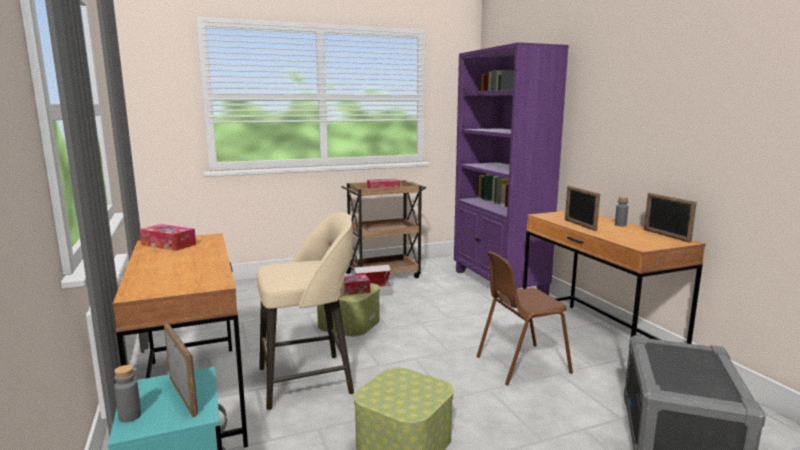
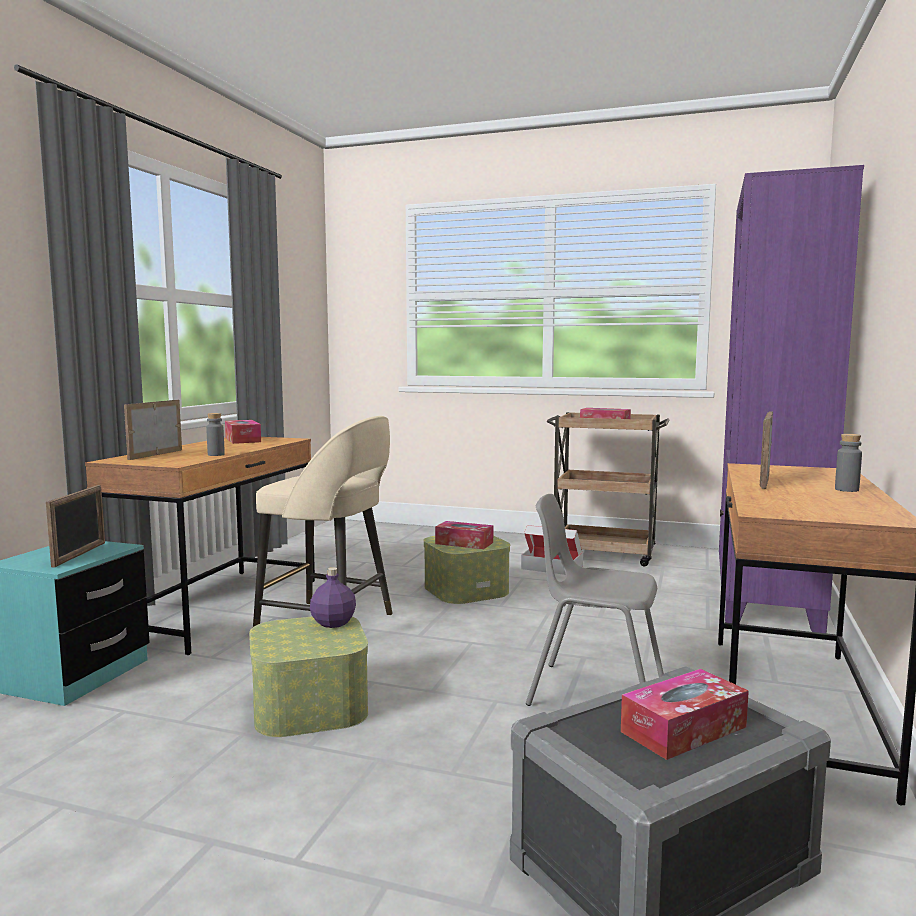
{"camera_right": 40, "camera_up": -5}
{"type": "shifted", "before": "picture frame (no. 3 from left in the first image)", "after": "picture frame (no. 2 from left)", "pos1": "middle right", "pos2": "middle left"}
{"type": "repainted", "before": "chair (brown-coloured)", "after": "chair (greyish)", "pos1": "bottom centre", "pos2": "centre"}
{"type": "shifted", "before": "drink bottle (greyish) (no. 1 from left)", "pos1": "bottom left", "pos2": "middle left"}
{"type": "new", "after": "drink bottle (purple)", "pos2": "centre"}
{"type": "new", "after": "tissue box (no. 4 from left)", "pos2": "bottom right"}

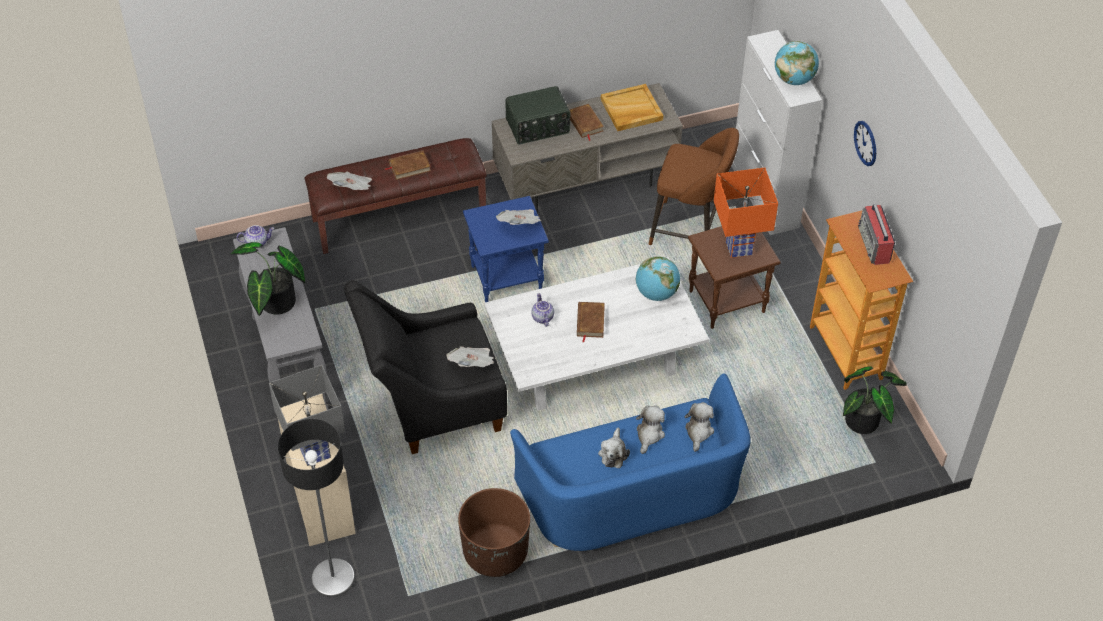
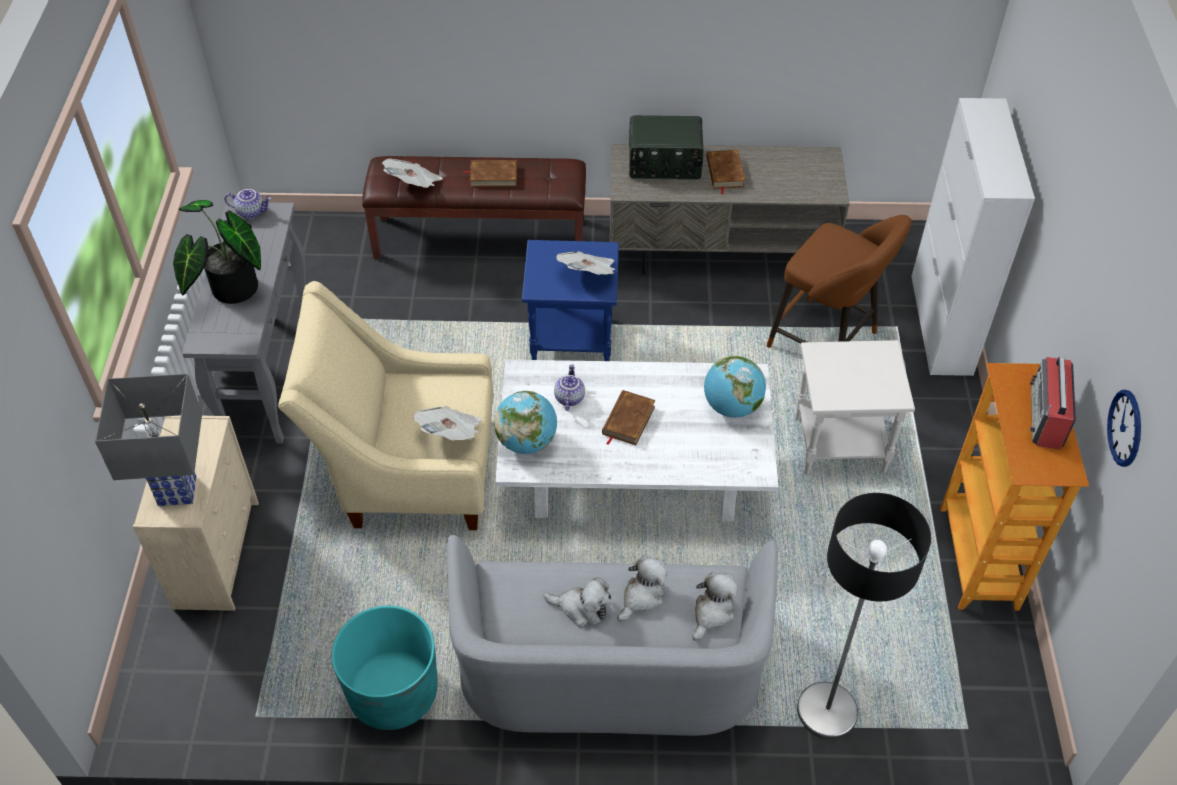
{"camera_right": 20, "camera_up": 0}
{"type": "shifted", "before": "globe (no. 2 from left in the first image)", "after": "globe (no. 1 from left)", "pos1": "top right", "pos2": "centre"}
{"type": "gone", "before": "tray (beige)", "pos1": "top centre"}
{"type": "shifted", "before": "hanging clock", "pos1": "top right", "pos2": "middle right"}
{"type": "gone", "before": "table lamp (orange)", "pos1": "middle right"}
{"type": "repainted", "before": "side table (brown-coloured)", "after": "side table (whitish)", "pos1": "centre", "pos2": "middle right"}
{"type": "repainted", "before": "easy chair (black)", "after": "easy chair (beige)", "pos1": "centre", "pos2": "middle left"}
{"type": "gone", "before": "houseplant (no. 2 from left)", "pos1": "middle right"}
{"type": "repainted", "before": "couch (bluish)", "after": "couch (greyish)", "pos1": "bottom centre", "pos2": "bottom centre"}
{"type": "shifted", "before": "standing lamp", "pos1": "bottom left", "pos2": "bottom right"}
{"type": "rotated", "before": "cuddly toy (no. 1 from left)", "pos1": "bottom centre", "pos2": "bottom centre", "turn": -105}
{"type": "repainted", "before": "flower pot (brown-coloured)", "after": "flower pot (blue-green)", "pos1": "bottom centre", "pos2": "bottom left"}

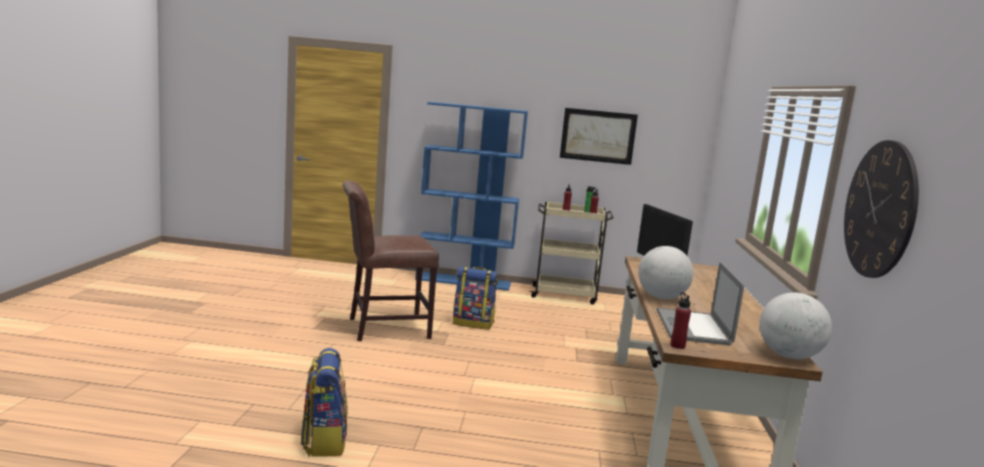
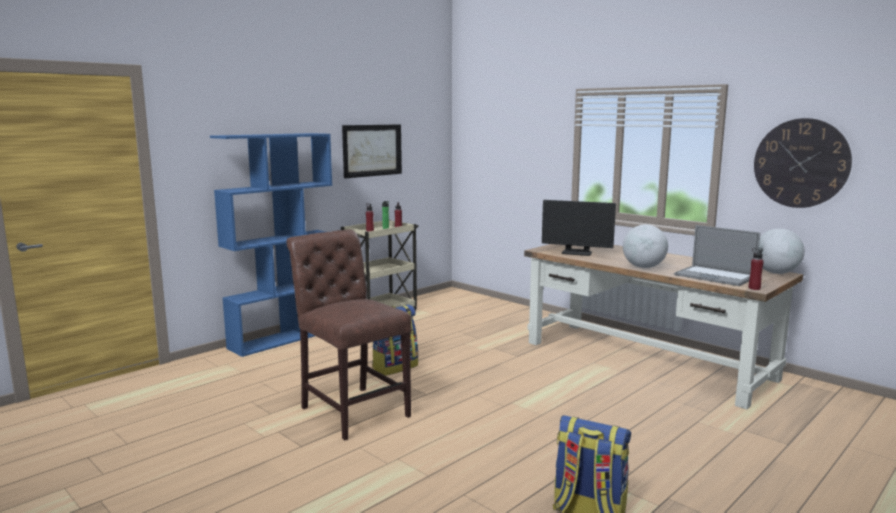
{"camera_right": -50, "camera_up": 0}
{"type": "rotated", "before": "chair (brown-coloured)", "pos1": "centre", "pos2": "centre", "turn": 120}

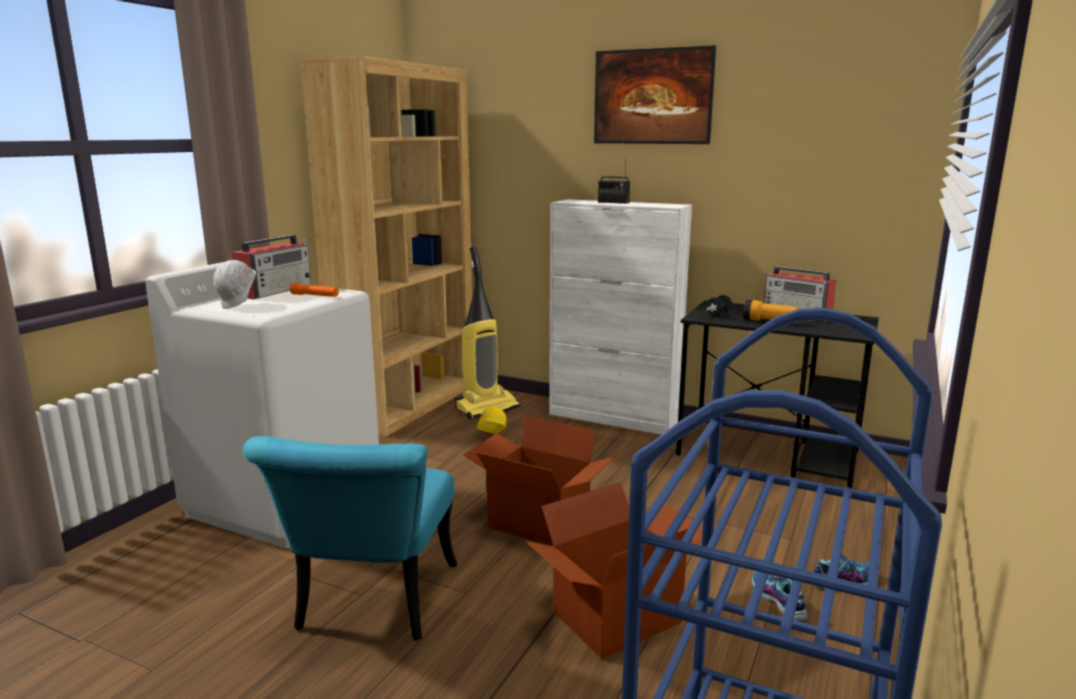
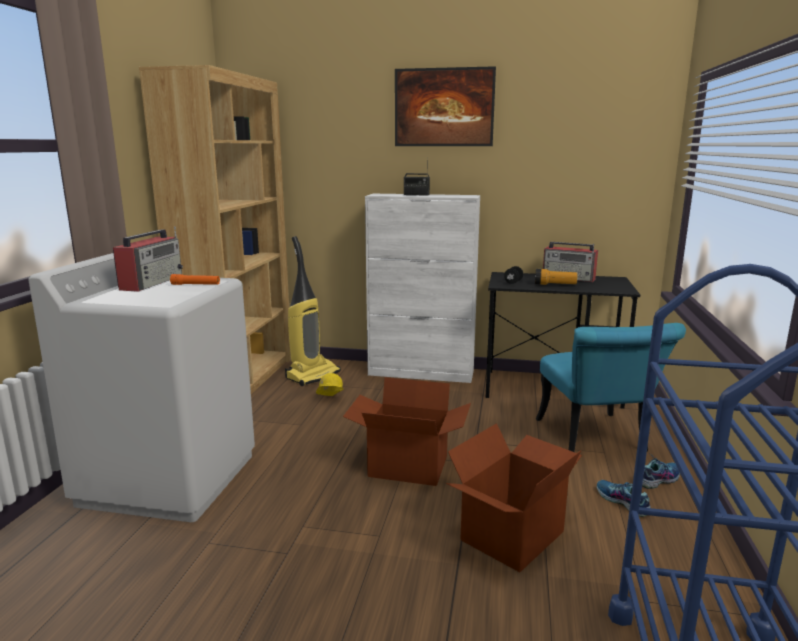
{"camera_right": -15, "camera_up": 0}
{"type": "gone", "before": "hard hat (whitish)", "pos1": "middle left"}
{"type": "shifted", "before": "chair (blue-green)", "pos1": "bottom left", "pos2": "middle right"}

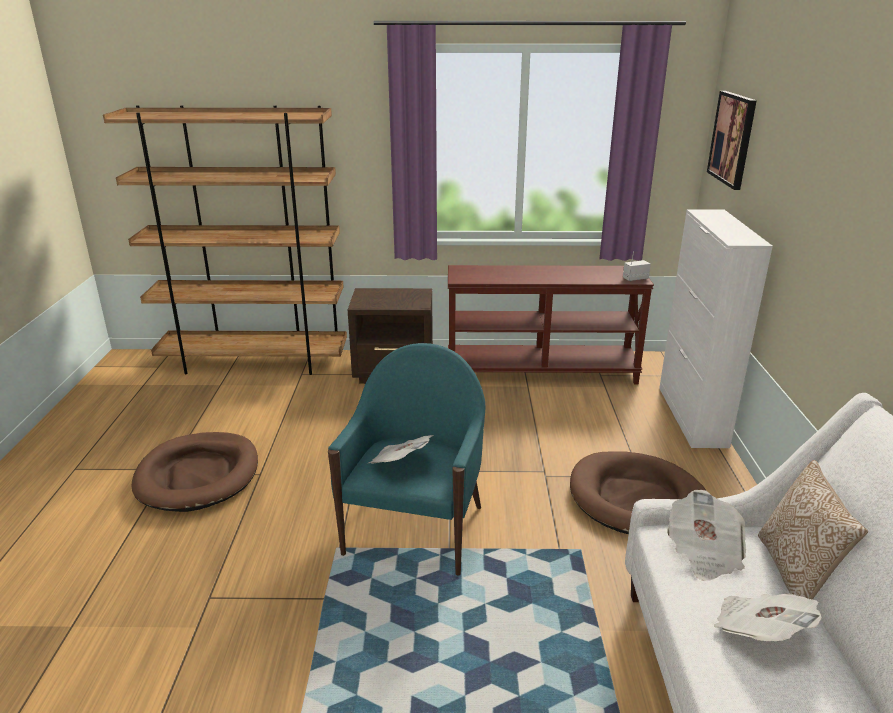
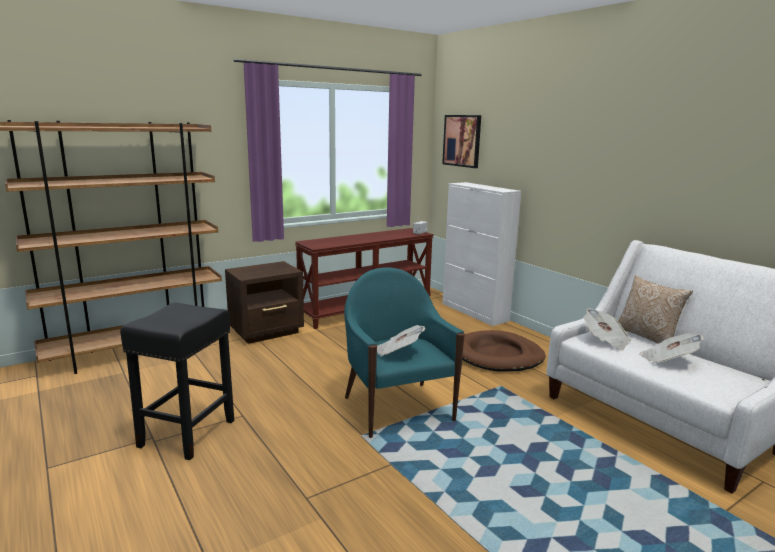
{"camera_right": -35, "camera_up": -10}
{"type": "swapped", "before": "pet bed (brown-coloured) (no. 1 from left)", "after": "stool seat (black)", "pos1": "middle left", "pos2": "bottom left"}

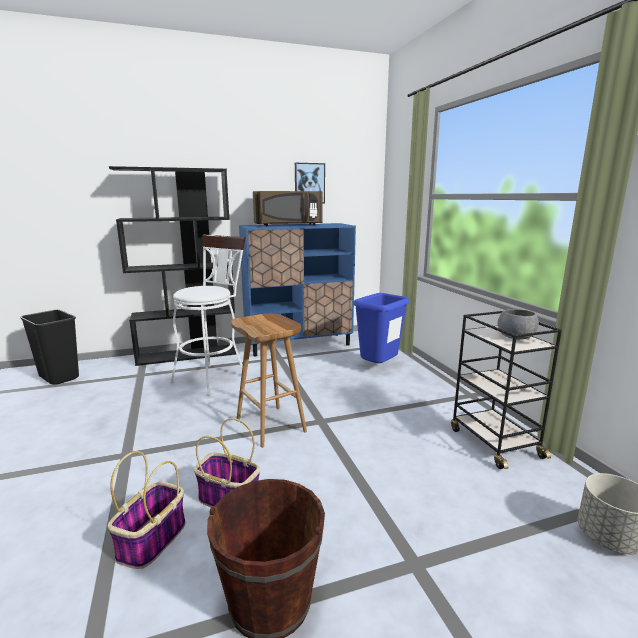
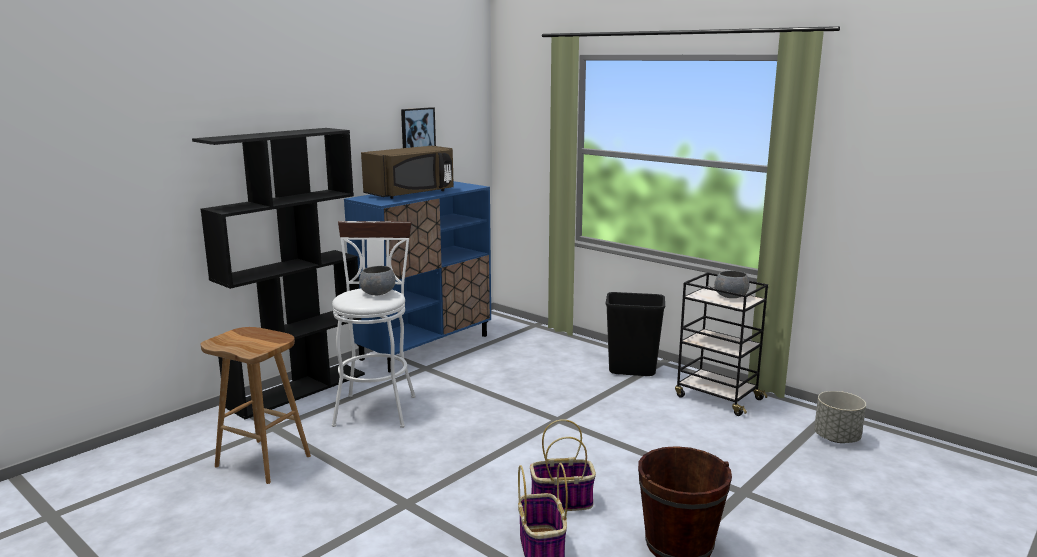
{"camera_right": -30, "camera_up": 0}
{"type": "gone", "before": "trash can (bluish)", "pos1": "centre"}
{"type": "shifted", "before": "trash can (black)", "pos1": "middle left", "pos2": "centre"}
{"type": "shifted", "before": "stool seat (brown-coloured)", "pos1": "centre", "pos2": "bottom left"}
{"type": "new", "after": "serving bowl (greyish) (no. 1 from left)", "pos2": "centre"}

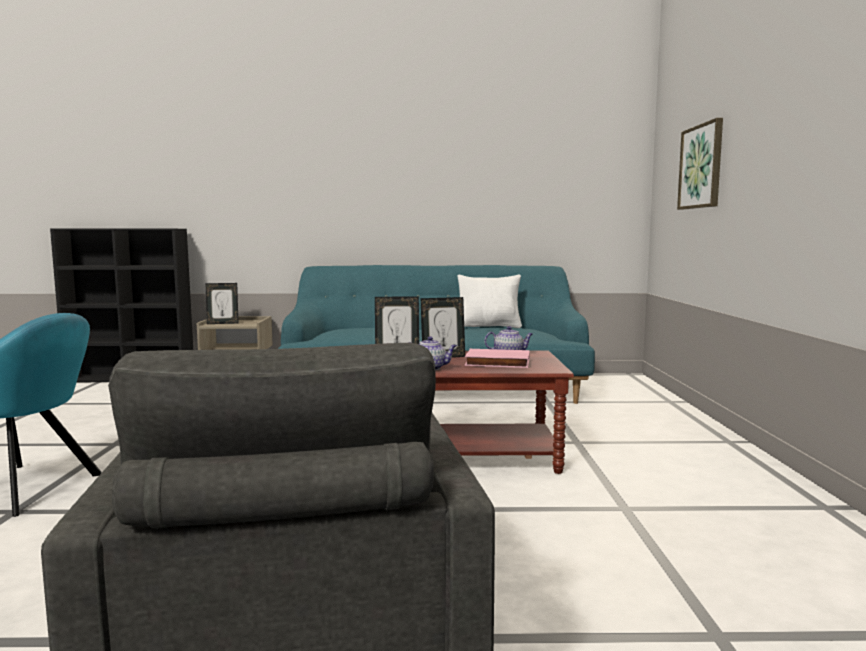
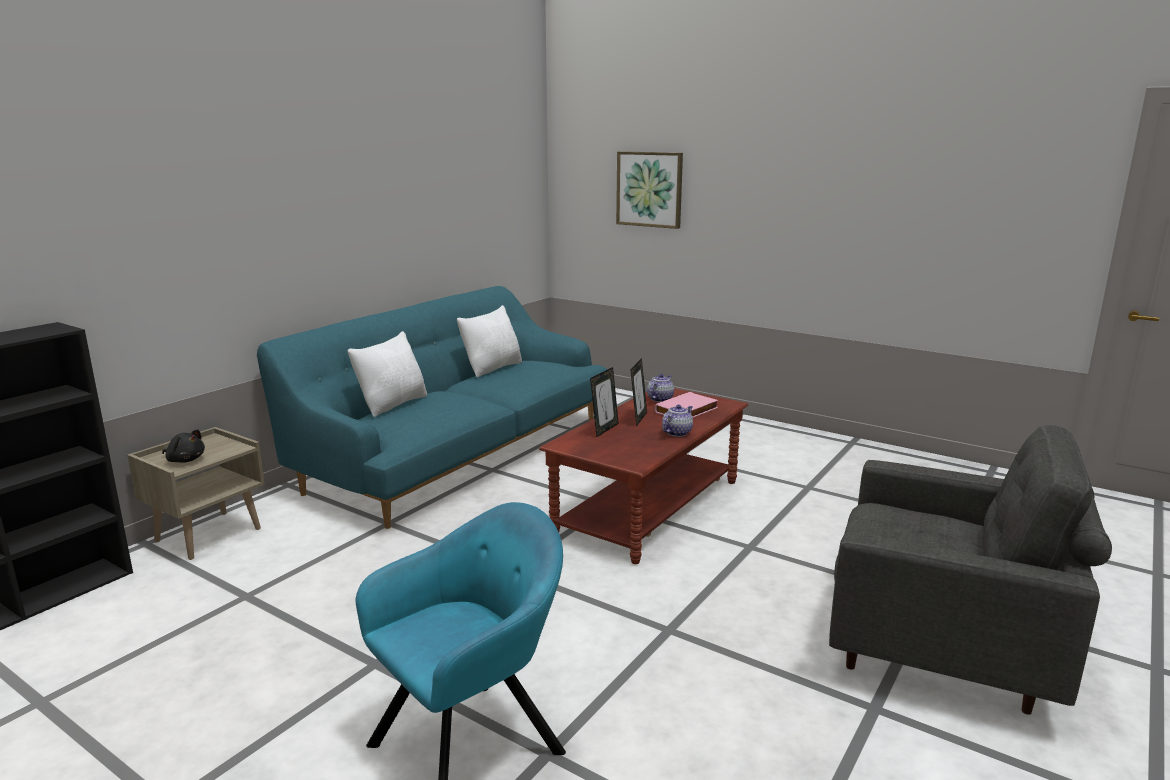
{"camera_right": -55, "camera_up": 10}
{"type": "swapped", "before": "picture frame (no. 1 from left)", "after": "cuddly toy (black)", "pos1": "middle left", "pos2": "middle left"}
{"type": "new", "after": "throw pillow (whitish) (no. 1 from left)", "pos2": "middle left"}

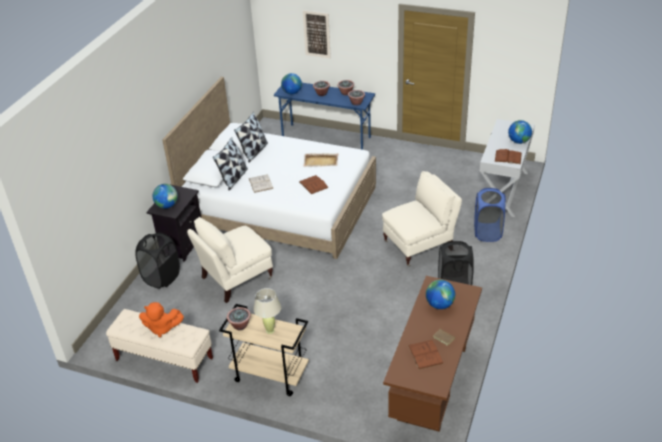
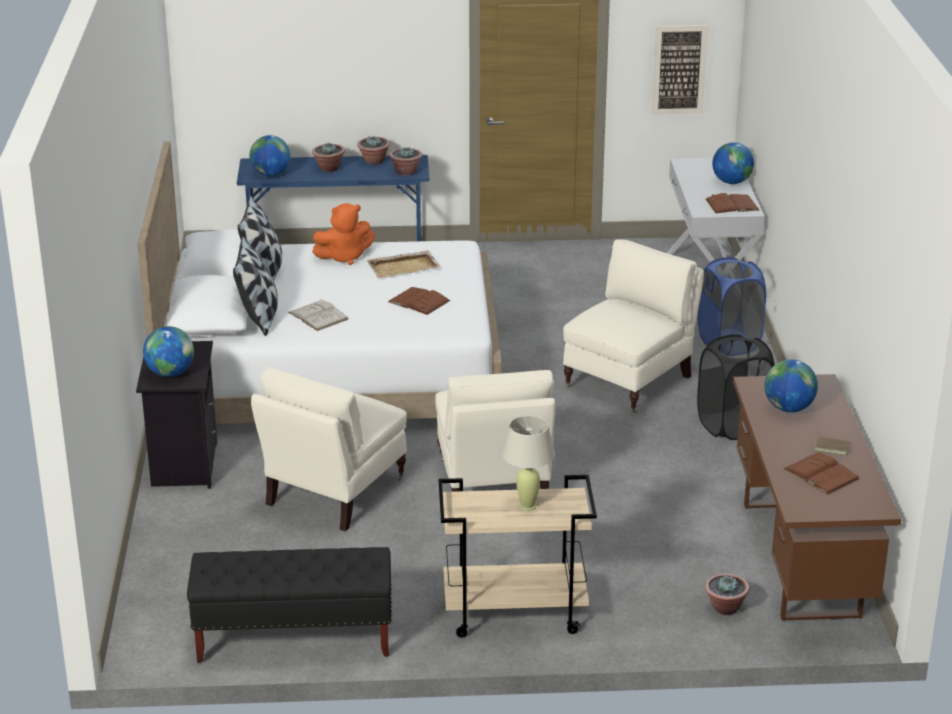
{"camera_right": -25, "camera_up": -10}
{"type": "shifted", "before": "picture", "pos1": "top centre", "pos2": "top right"}
{"type": "gone", "before": "laundry basket (black) (no. 1 from left)", "pos1": "middle left"}
{"type": "shifted", "before": "cuddly toy (orange)", "pos1": "bottom left", "pos2": "top centre"}
{"type": "shifted", "before": "houseplant (no. 1 from left in the first image)", "after": "houseplant (no. 4 from left)", "pos1": "bottom centre", "pos2": "bottom right"}
{"type": "repainted", "before": "long seat (beige)", "after": "long seat (black)", "pos1": "bottom left", "pos2": "bottom left"}
{"type": "new", "after": "easy chair (beige) (no. 2 from left)", "pos2": "centre"}

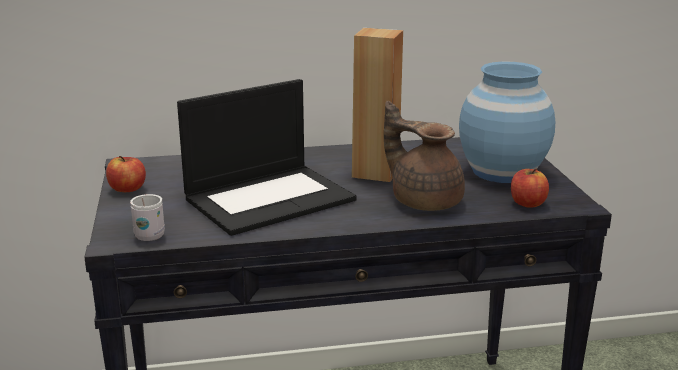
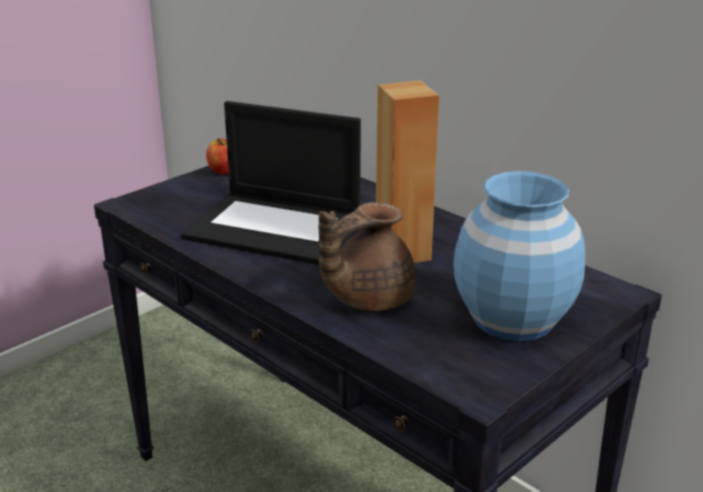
{"camera_right": 55, "camera_up": 5}
{"type": "rotated", "before": "pot for tea (brown-coloured)", "pos1": "centre", "pos2": "centre", "turn": -135}
{"type": "gone", "before": "whole apple (no. 2 from left)", "pos1": "middle right"}
{"type": "gone", "before": "tea mug (whitish)", "pos1": "middle left"}

